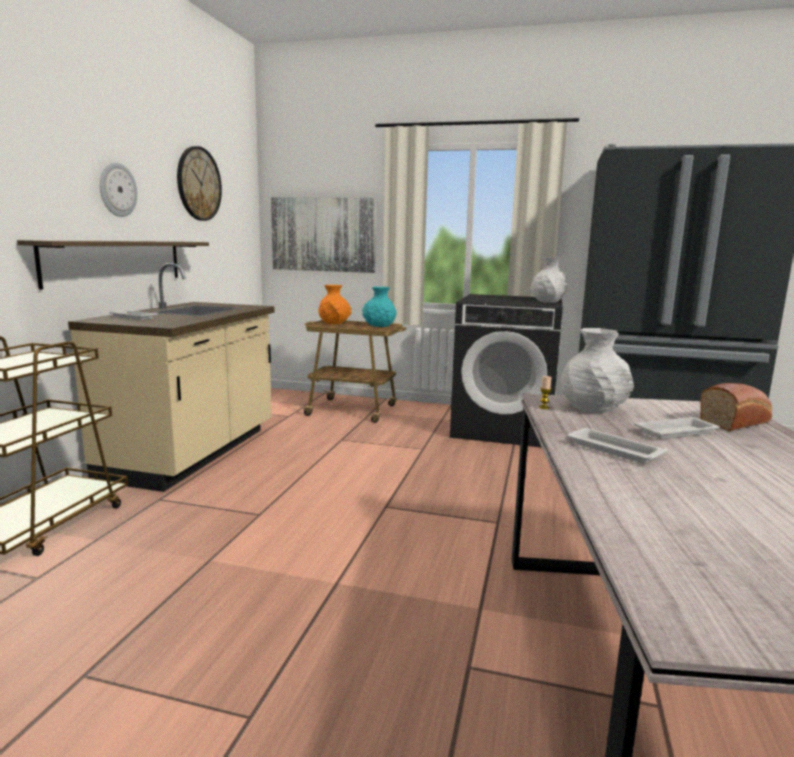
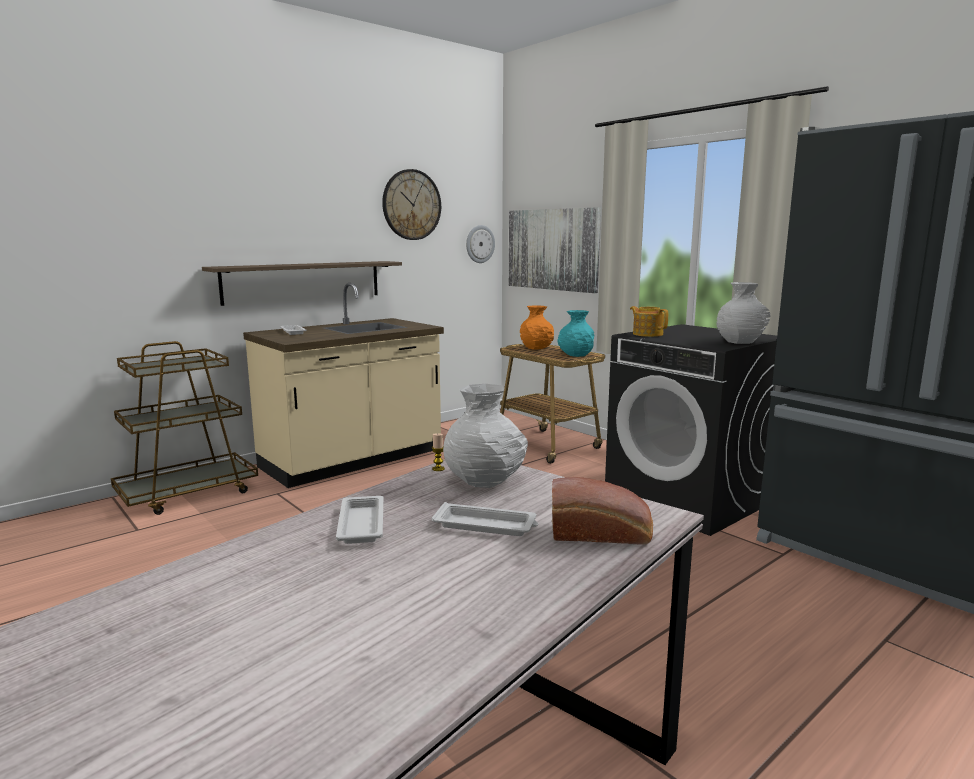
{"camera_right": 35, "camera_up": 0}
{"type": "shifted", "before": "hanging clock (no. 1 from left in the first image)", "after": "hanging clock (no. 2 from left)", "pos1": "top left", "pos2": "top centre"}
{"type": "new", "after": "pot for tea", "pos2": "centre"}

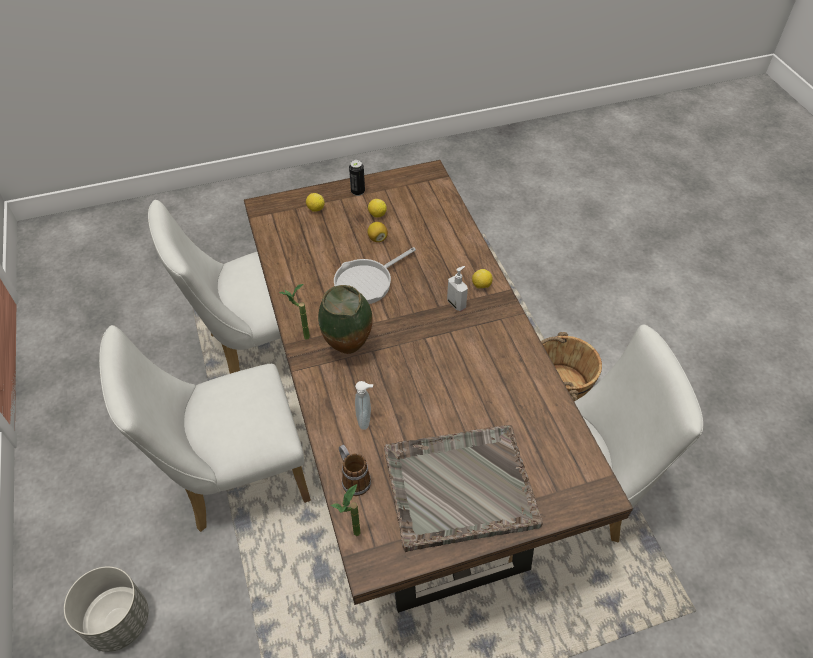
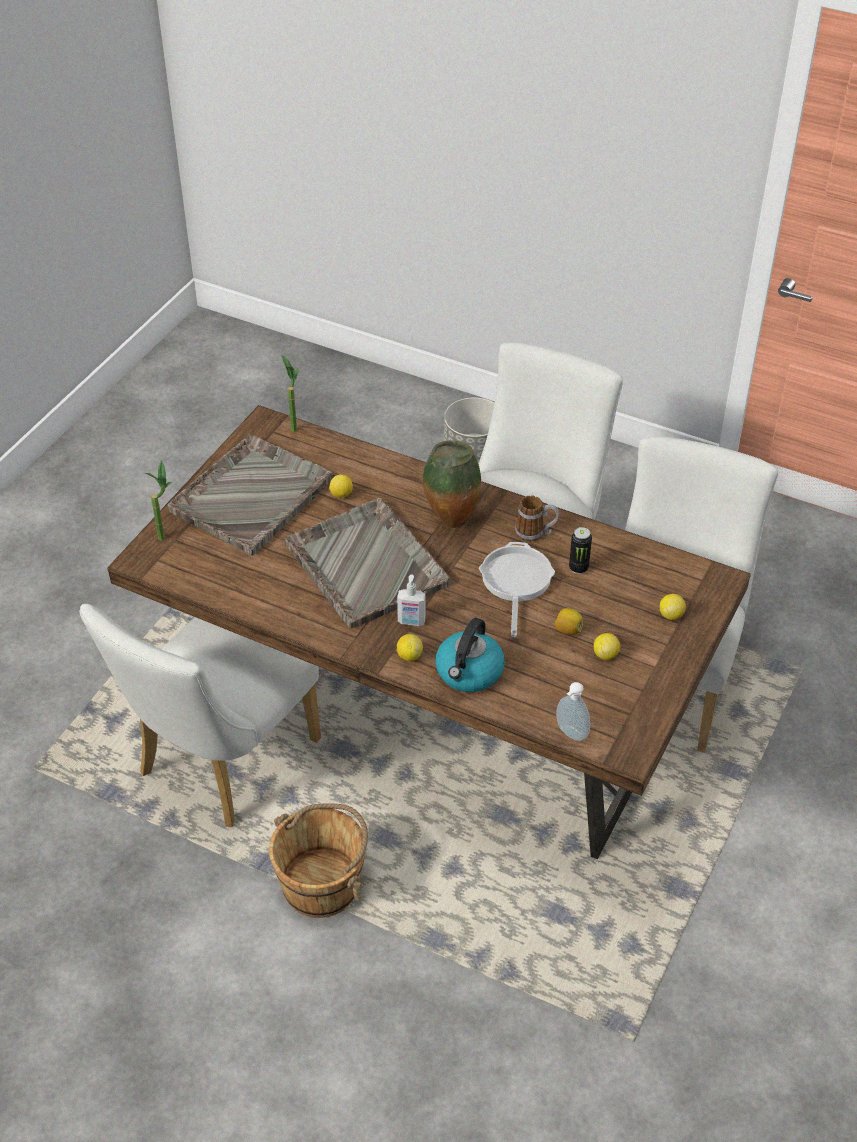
{"camera_right": 135, "camera_up": -5}
{"type": "shifted", "before": "metal can", "pos1": "top centre", "pos2": "middle right"}
{"type": "shifted", "before": "houseplant (no. 1 from left)", "pos1": "centre", "pos2": "middle left"}
{"type": "shifted", "before": "soap bottle (no. 1 from left in the first image)", "after": "soap bottle (no. 2 from left)", "pos1": "centre", "pos2": "middle right"}
{"type": "shifted", "before": "tea mug", "pos1": "bottom centre", "pos2": "centre"}
{"type": "new", "after": "citrus fruit (no. 1 from left)", "pos2": "centre"}
{"type": "new", "after": "tray (greyish) (no. 2 from left)", "pos2": "centre"}
{"type": "new", "after": "water kettle", "pos2": "centre"}

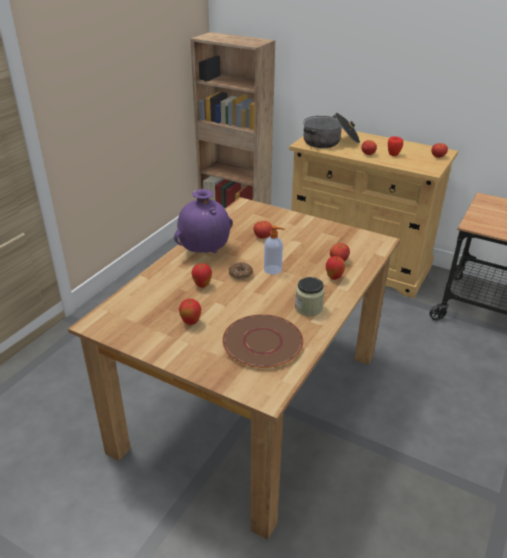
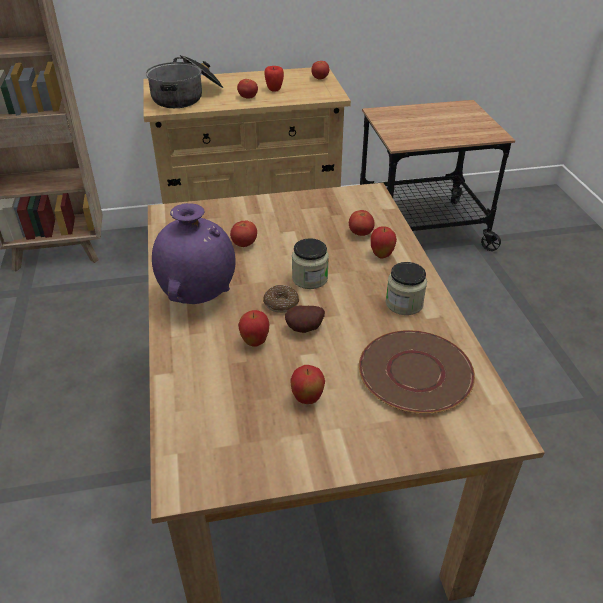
{"camera_right": -40, "camera_up": 5}
{"type": "swapped", "before": "soap bottle", "after": "preserve jar (no. 1 from left)", "pos1": "centre", "pos2": "centre"}
{"type": "new", "after": "potato", "pos2": "centre"}

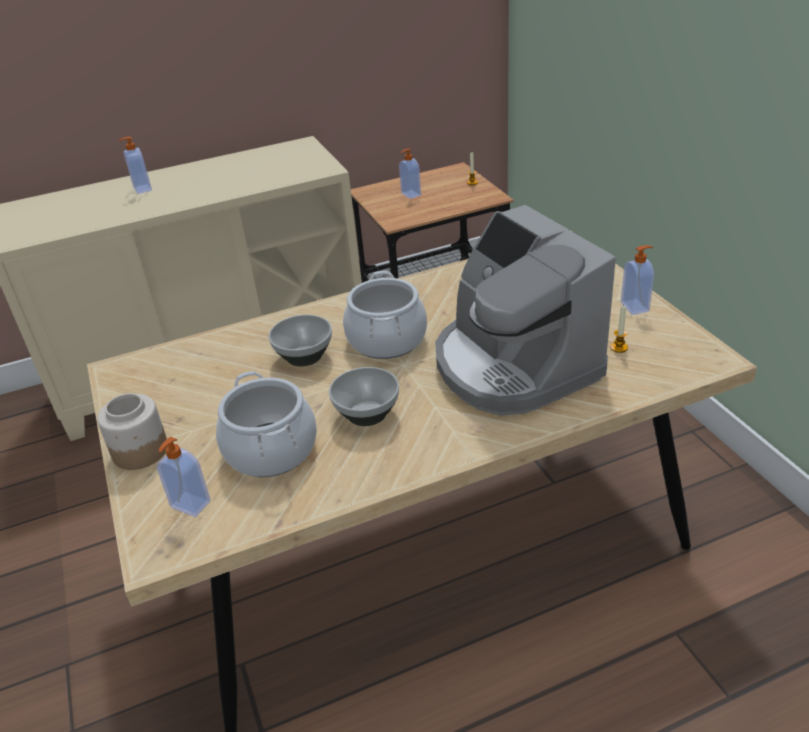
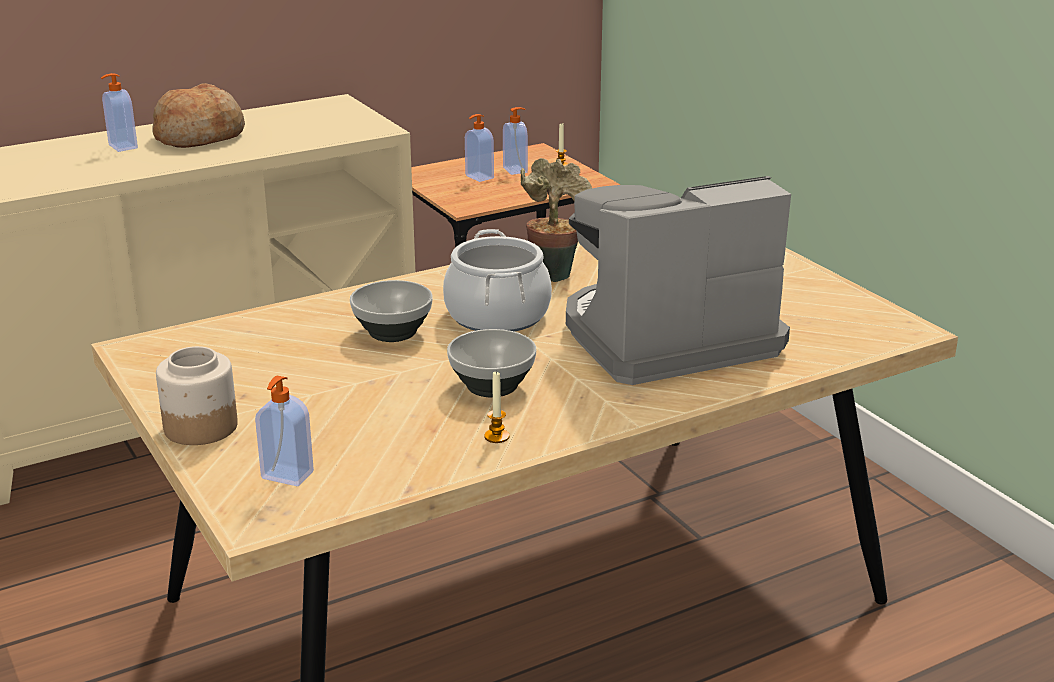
{"camera_right": -10, "camera_up": -10}
{"type": "rotated", "before": "coffee maker", "pos1": "centre", "pos2": "centre", "turn": 105}
{"type": "shifted", "before": "soap bottle (no. 4 from left)", "pos1": "middle right", "pos2": "top centre"}
{"type": "shifted", "before": "wax candle (no. 2 from left in the first image)", "after": "wax candle (no. 1 from left)", "pos1": "middle right", "pos2": "centre"}
{"type": "gone", "before": "stockpot (no. 1 from left)", "pos1": "middle left"}
{"type": "new", "after": "baked bread", "pos2": "top left"}
{"type": "new", "after": "houseplant", "pos2": "top centre"}

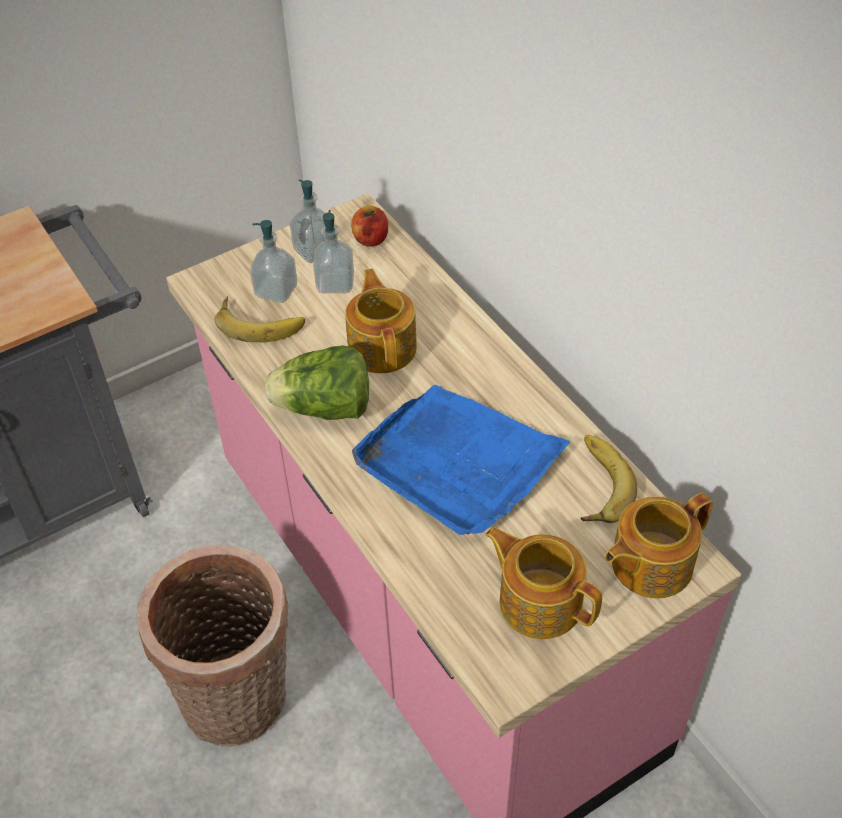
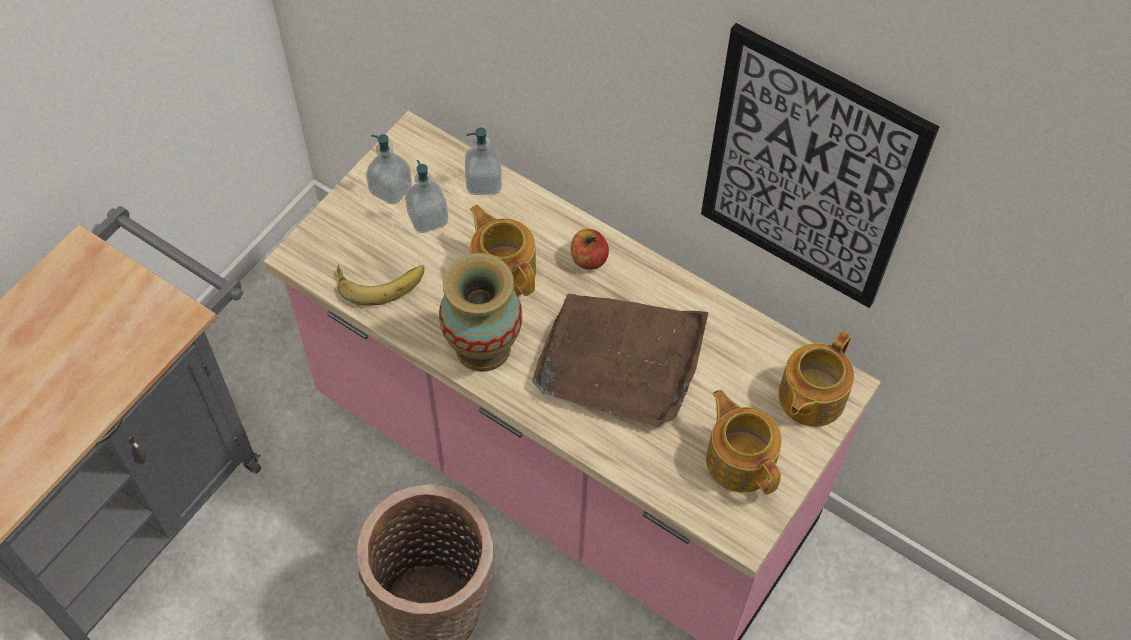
{"camera_right": -25, "camera_up": 10}
{"type": "shifted", "before": "whole apple", "pos1": "top centre", "pos2": "centre"}
{"type": "shifted", "before": "soap bottle (no. 1 from left in the first image)", "after": "soap bottle (no. 3 from left)", "pos1": "top left", "pos2": "top centre"}
{"type": "swapped", "before": "head of lettuce", "after": "decorative vase", "pos1": "centre", "pos2": "centre"}
{"type": "repainted", "before": "tray (bluish)", "after": "tray (brown-coloured)", "pos1": "centre", "pos2": "centre"}
{"type": "gone", "before": "whole banana (no. 2 from left)", "pos1": "middle right"}
{"type": "rotated", "before": "pot for tea (no. 2 from left)", "pos1": "bottom centre", "pos2": "bottom centre", "turn": 45}
{"type": "new", "after": "picture", "pos2": "top right"}

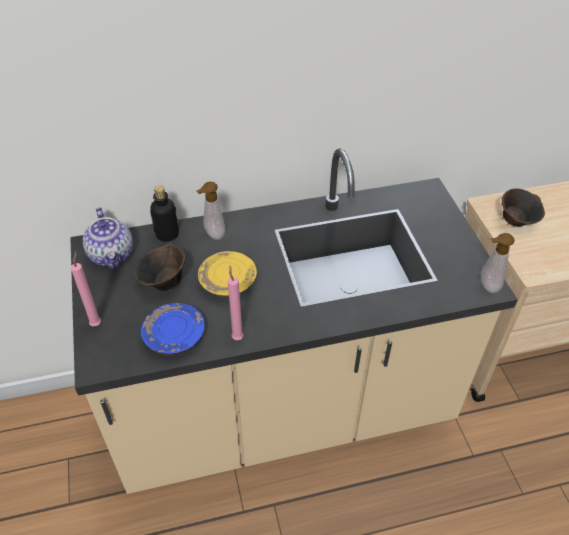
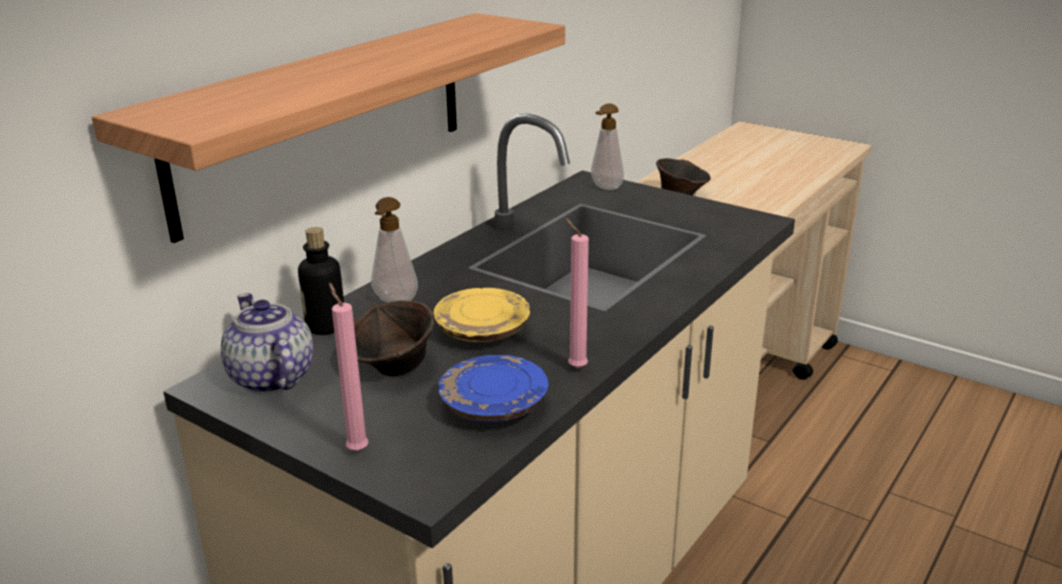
{"camera_right": -40, "camera_up": -20}
{"type": "rotated", "before": "pot for tea", "pos1": "middle left", "pos2": "middle left", "turn": -150}
{"type": "shifted", "before": "soap bottle (no. 2 from left)", "pos1": "middle right", "pos2": "top centre"}
{"type": "new", "after": "shelf", "pos2": "top left"}

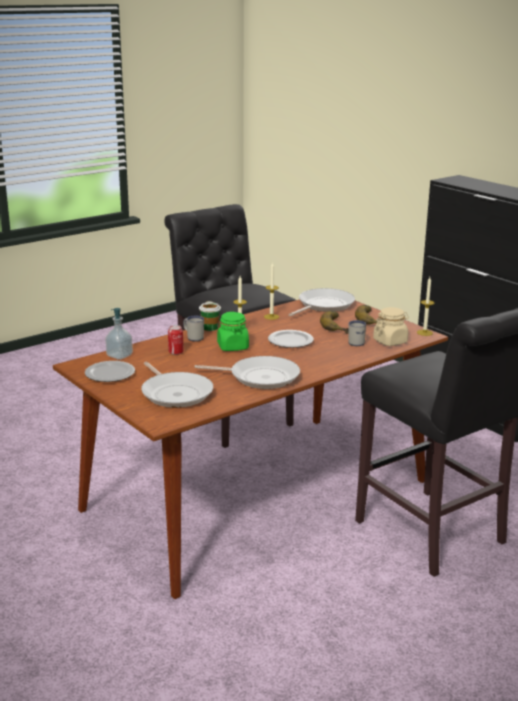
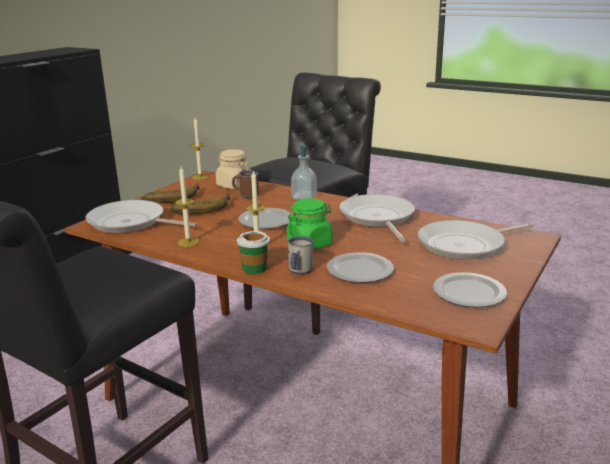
{"camera_right": -110, "camera_up": 0}
{"type": "shifted", "before": "soap bottle", "pos1": "middle left", "pos2": "centre"}
{"type": "repainted", "before": "tea mug (whitish) (no. 2 from left)", "after": "tea mug (brown-coloured)", "pos1": "middle right", "pos2": "centre"}
{"type": "swapped", "before": "metal can", "after": "flat dish (no. 2 from left)", "pos1": "centre", "pos2": "centre"}
{"type": "rotated", "before": "skillet (no. 1 from left in the first image)", "pos1": "centre", "pos2": "middle right", "turn": -150}

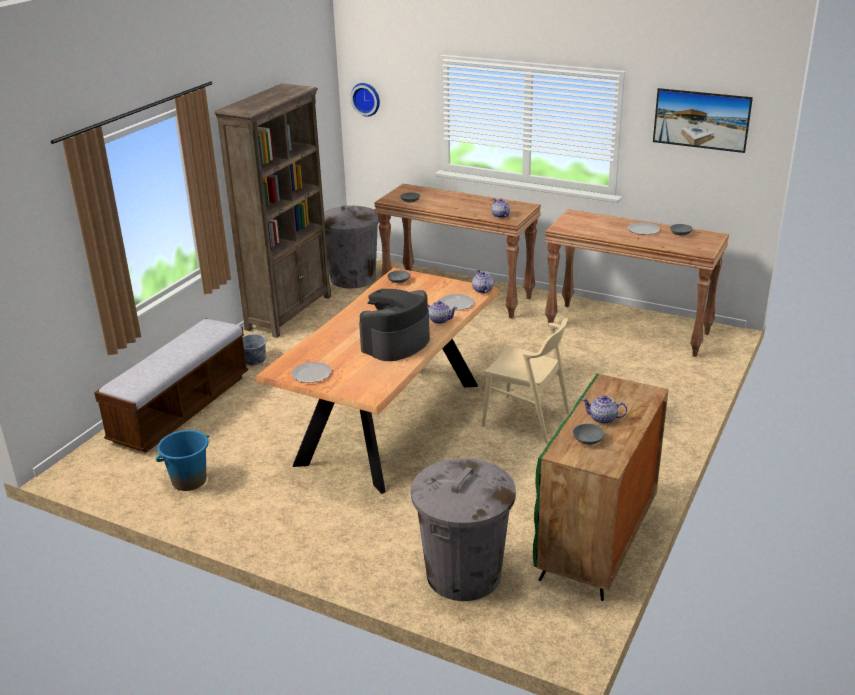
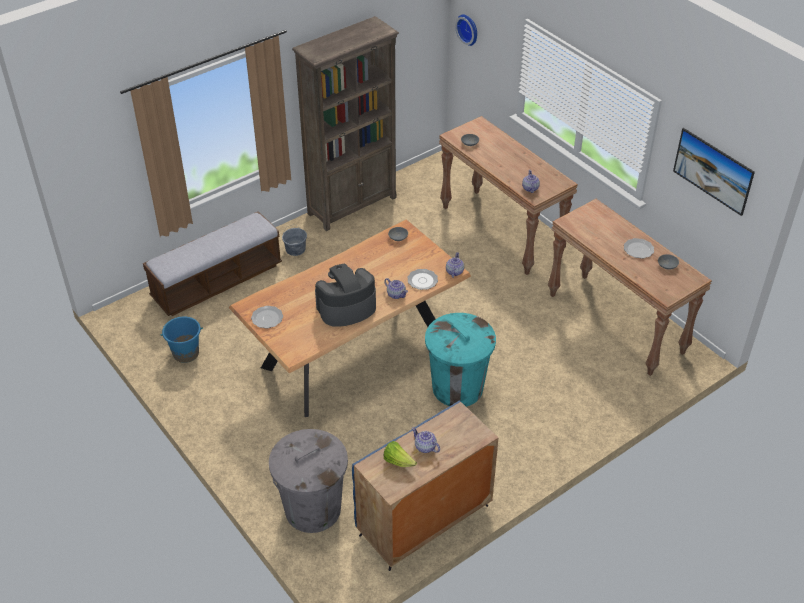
{"camera_right": 25, "camera_up": 15}
{"type": "gone", "before": "trash can (greyish) (no. 1 from left)", "pos1": "centre"}
{"type": "swapped", "before": "chair (beige)", "after": "trash can (blue-green)", "pos1": "centre", "pos2": "centre"}
{"type": "repainted", "before": "cabinet (green)", "after": "cabinet (bluish)", "pos1": "bottom right", "pos2": "bottom centre"}
{"type": "swapped", "before": "serving bowl (greyish) (no. 3 from left)", "after": "head of lettuce", "pos1": "middle right", "pos2": "bottom centre"}

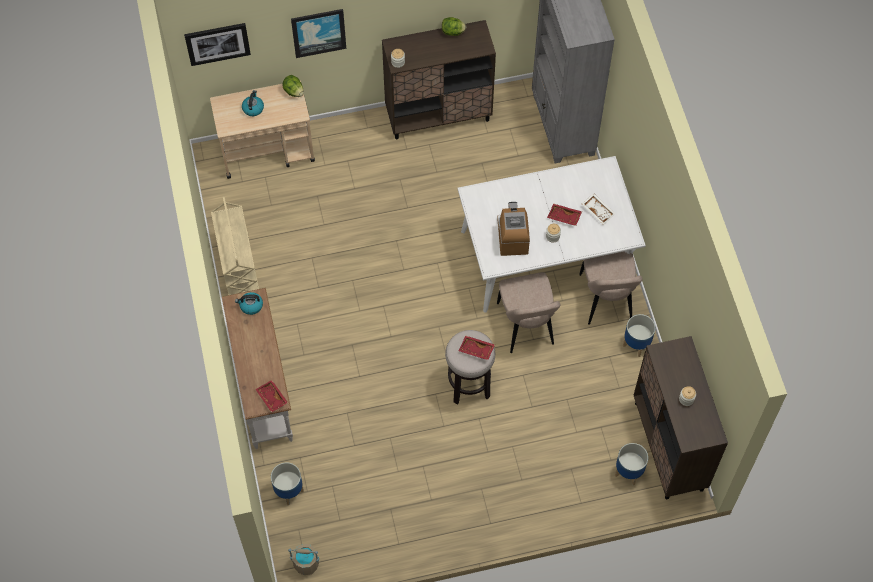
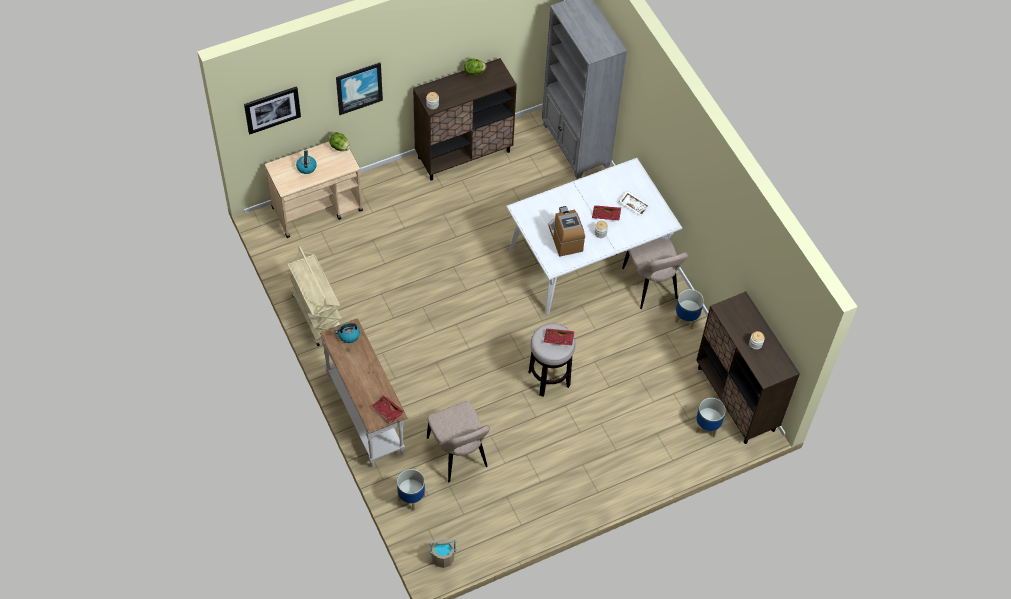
{"camera_right": -15, "camera_up": -5}
{"type": "shifted", "before": "chair (beige) (no. 1 from left)", "pos1": "centre", "pos2": "bottom centre"}

